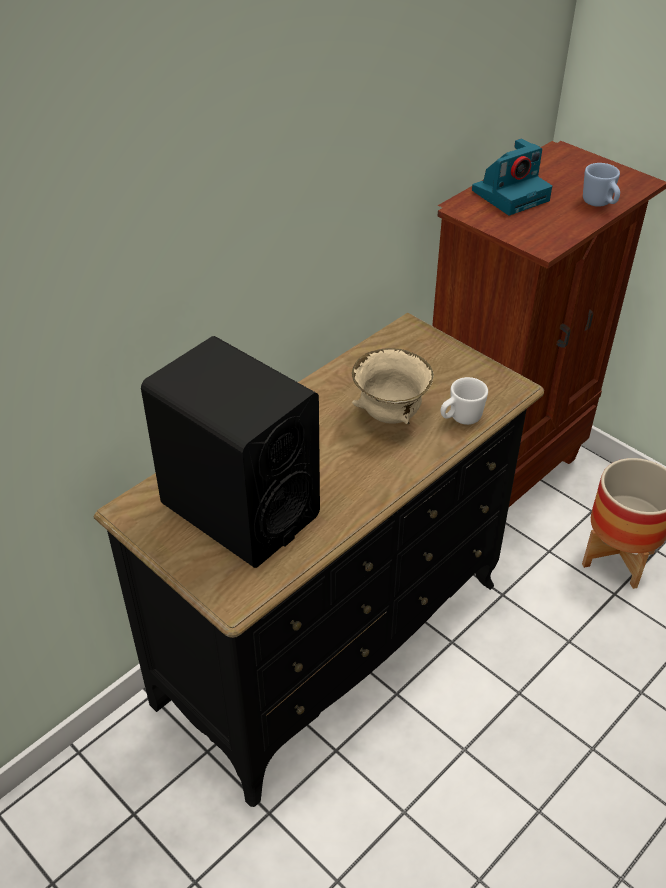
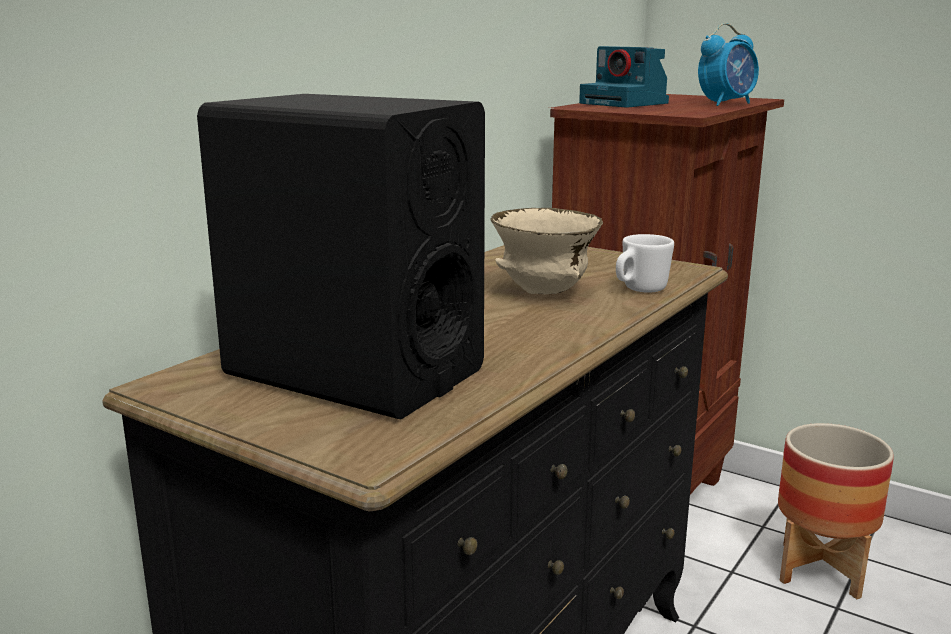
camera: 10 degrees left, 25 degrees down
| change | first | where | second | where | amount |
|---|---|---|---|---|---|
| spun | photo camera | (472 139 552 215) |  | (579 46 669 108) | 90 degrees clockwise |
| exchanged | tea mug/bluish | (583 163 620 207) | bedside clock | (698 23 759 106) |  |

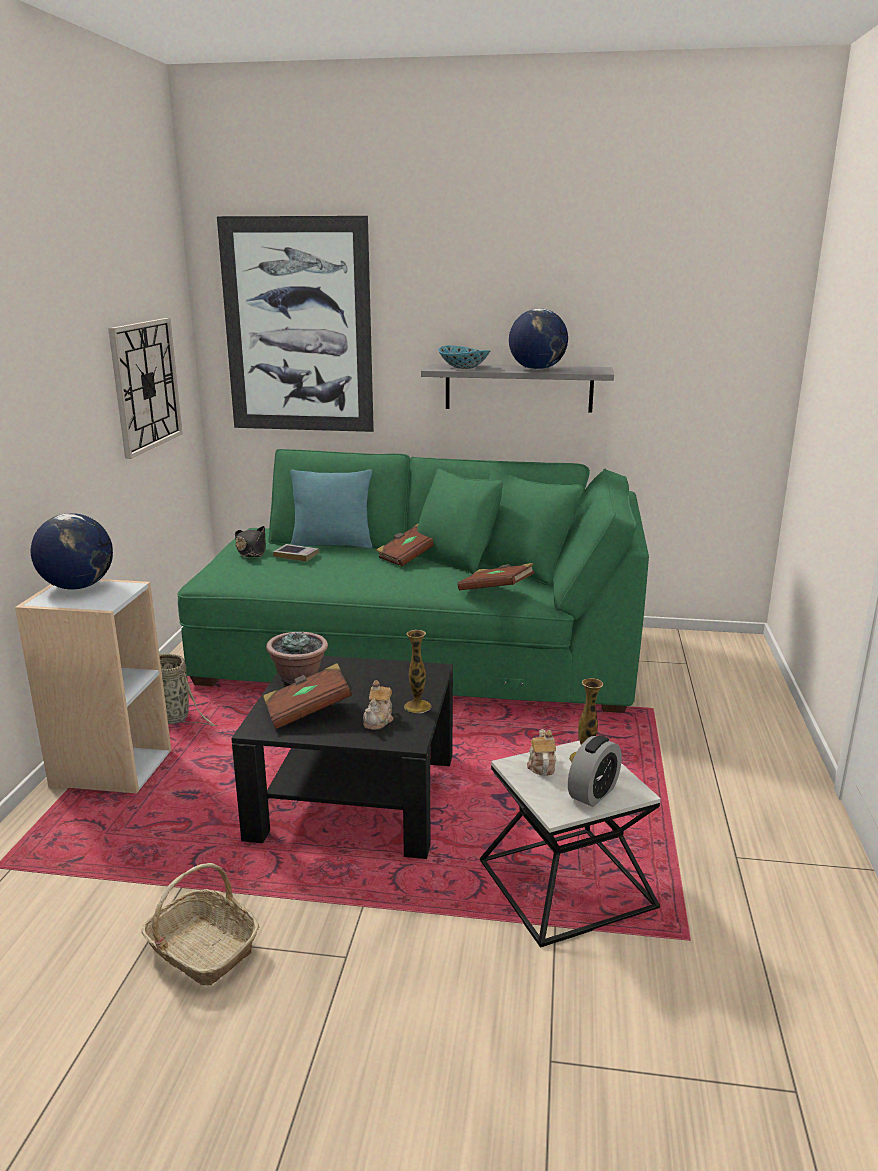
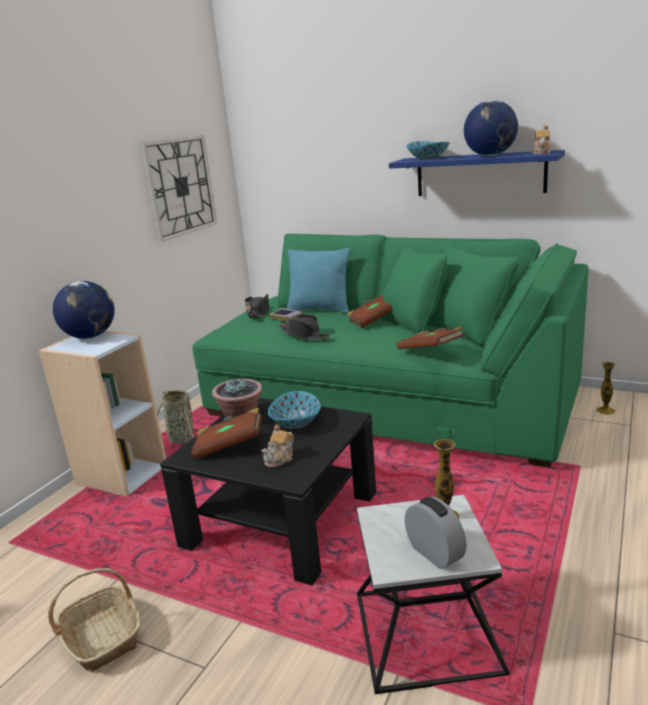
camera: 20 degrees right, 0 degrees up
| change | first | where | second | where | amount |
|---|---|---|---|---|---|
| appeared |  |  | deep dish | (268 391 321 429) |  |
| appeared |  |  | wearable hat/blackish | (279 315 330 340) |  |
| colour | bracket shelf/gray | (421 364 614 413) | bracket shelf/bluish | (389 150 565 196) |  |
| spun | bedside clock | (568 735 622 807) |  | (405 497 467 569) | 90 degrees counterclockwise |
| relocated | tea pot | (527 729 556 776) |  | (532 125 551 154) |  |
| relocated | vase | (404 630 432 713) |  | (596 362 616 415) |  |
| missing | wall picture | (217 216 374 432) |  |  |  |

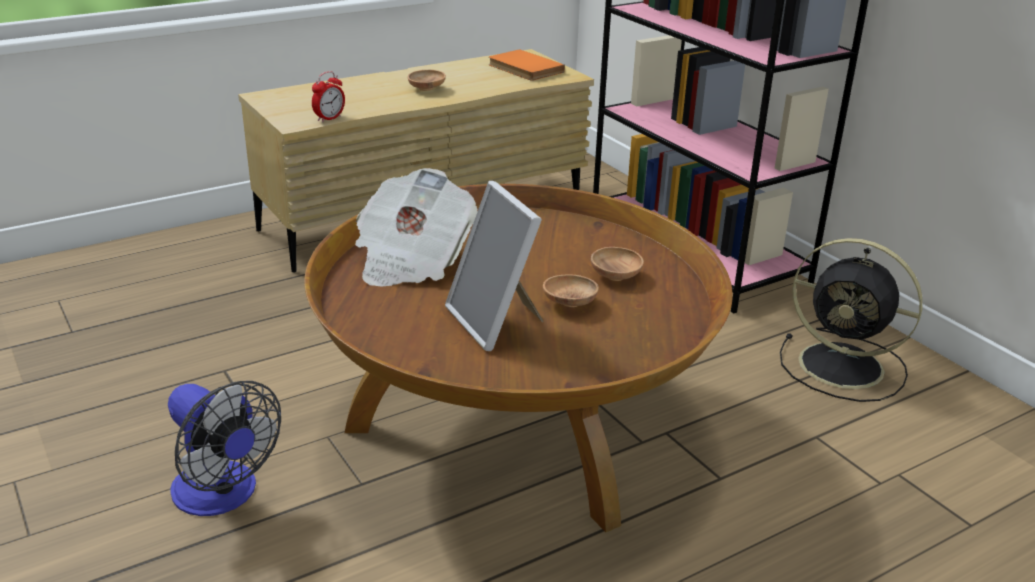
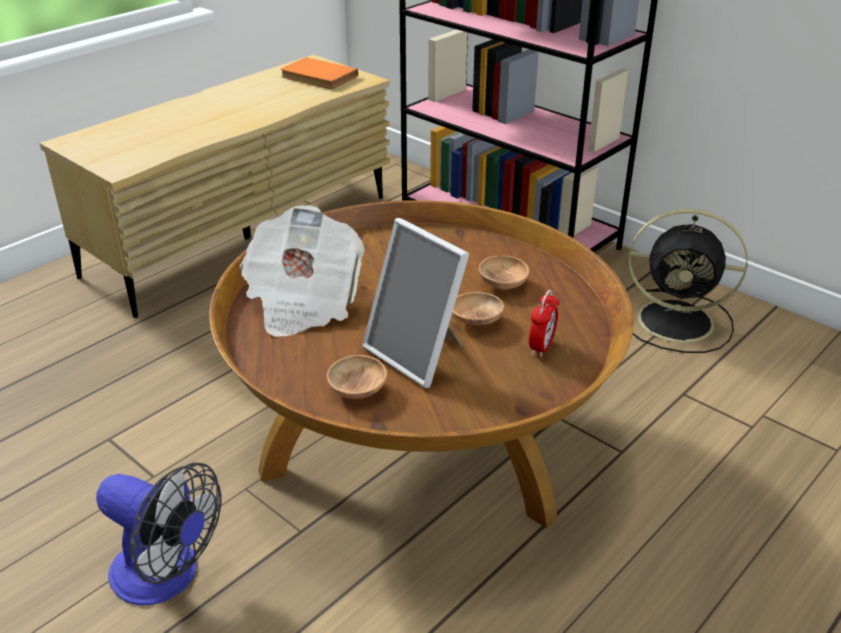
camera: 15 degrees left, 5 degrees up
| change | first | where | second | where | amount |
|---|---|---|---|---|---|
| relocated | deep dish/brownish | (408 70 446 91) |  | (327 355 387 399) |  |
| relocated | bedside clock | (312 71 345 123) |  | (529 290 560 358) |  |

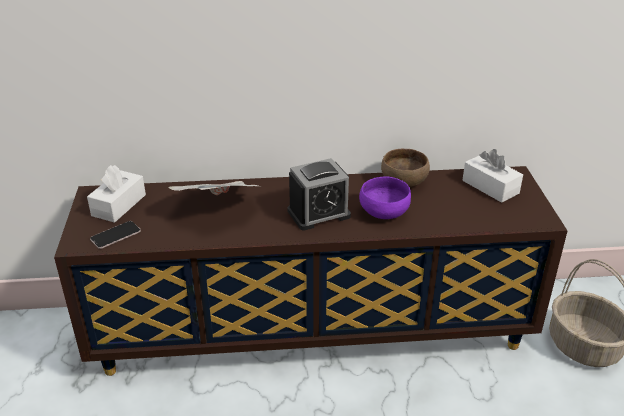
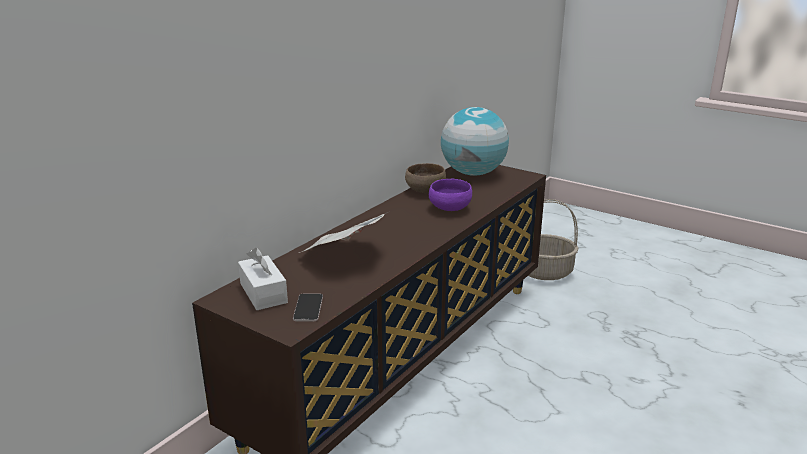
camera: 50 degrees left, 10 degrees down
| change | first | where | second | where | amount |
|---|---|---|---|---|---|
| exchanged | tissue box/white-coloured | (462 149 523 203) | desk globe | (441 107 509 176) |  |
| missing | bedside clock | (287 158 351 230) |  |  |  |

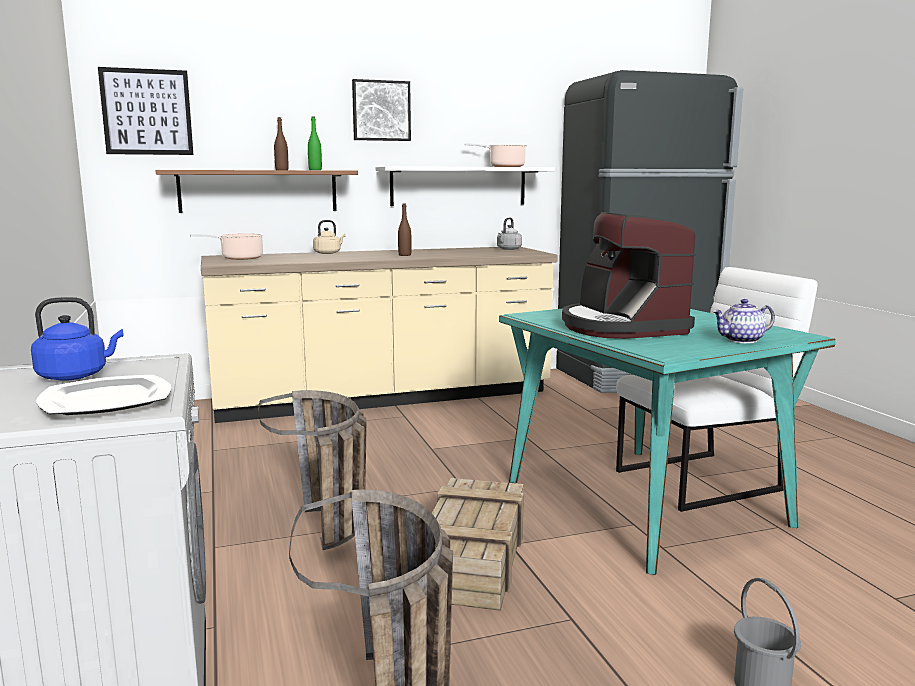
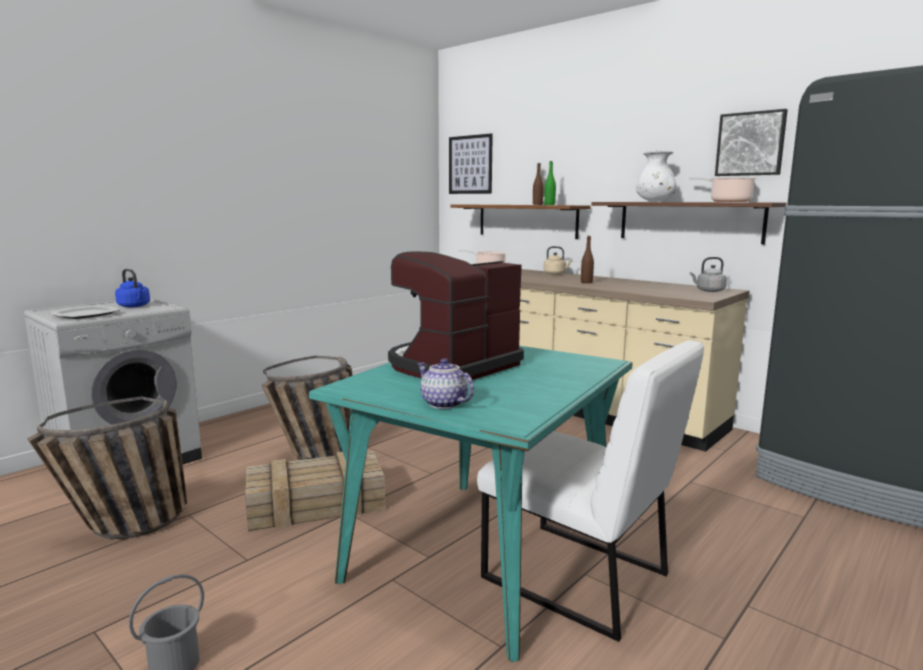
camera: 60 degrees right, 0 degrees up
| change | first | where | second | where | amount |
|---|---|---|---|---|---|
| colour | bracket shelf/white-coloured | (376 166 555 206) | bracket shelf/brownish | (591 202 787 244) |  |
| appeared |  |  | vase/white-coloured | (636 151 677 202) |  |
| relocated | wall picture | (352 79 411 141) |  | (715 109 788 176) |  |

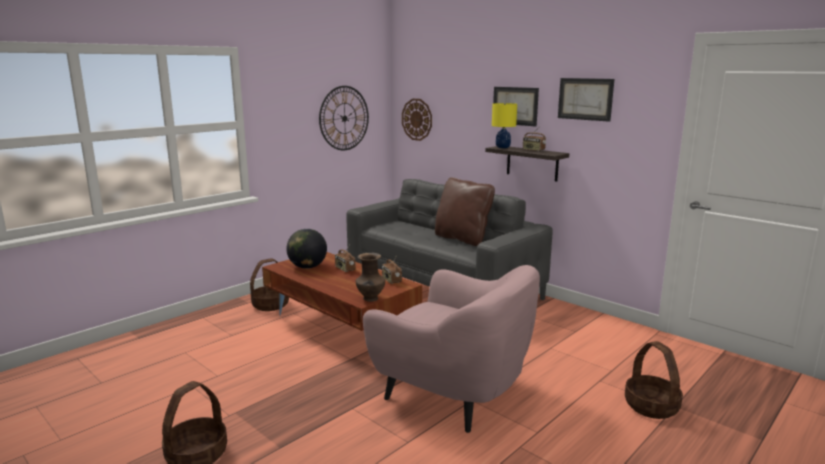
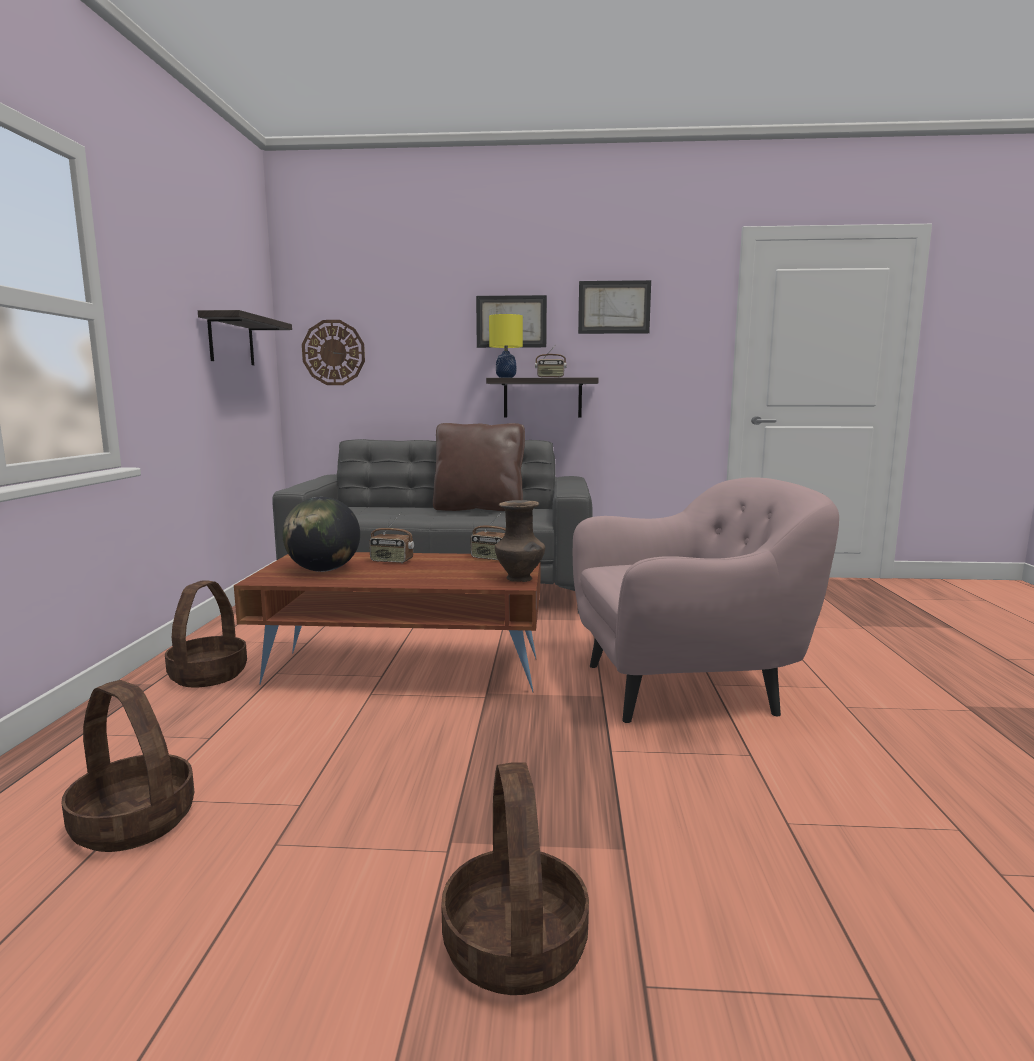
camera: 40 degrees left, 5 degrees down
| change | first | where | second | where | amount |
|---|---|---|---|---|---|
| relocated | basket | (625 341 683 419) |  | (61 680 194 852) |  |
| exchanged | wall clock | (319 86 369 150) | bracket shelf | (198 310 292 365) |  |

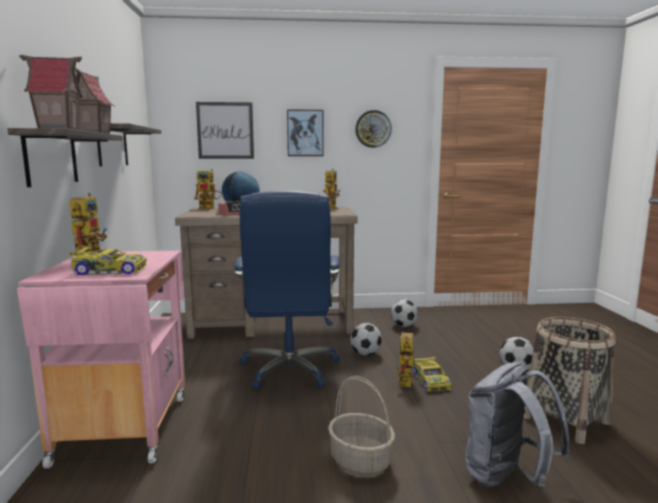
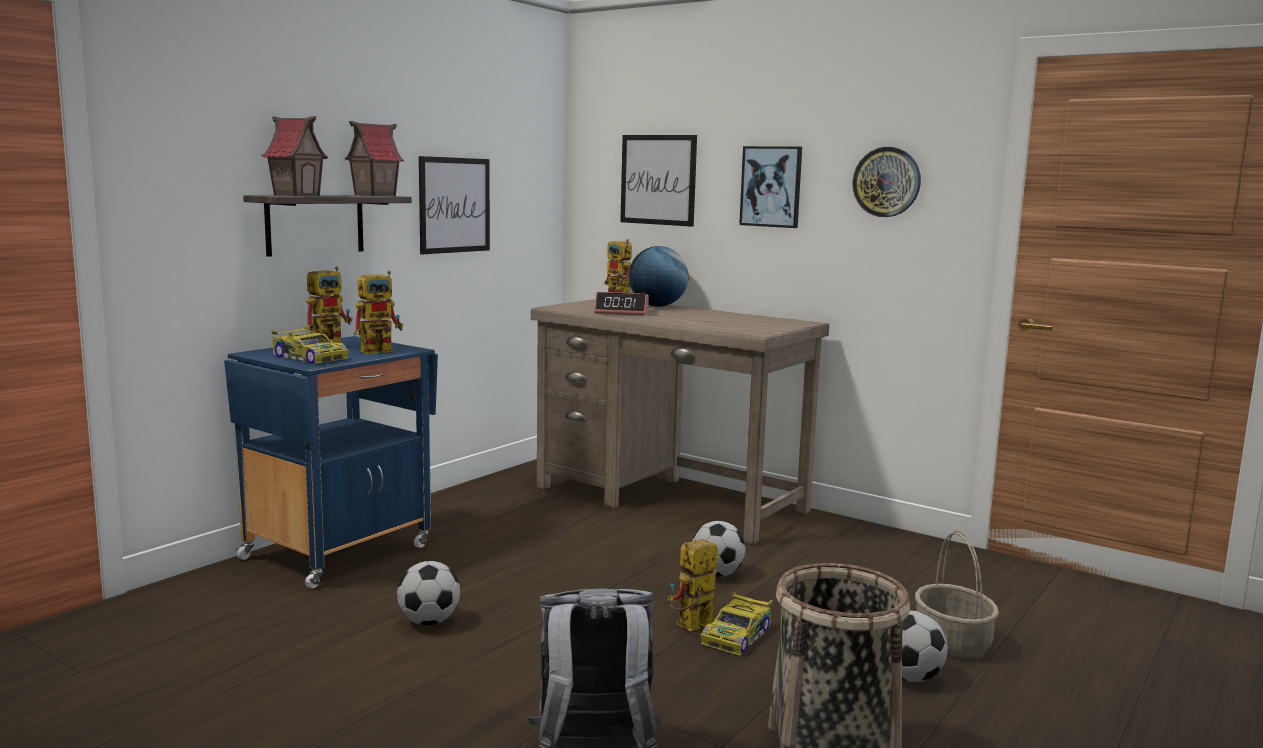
camera: 40 degrees right, 0 degrees up
| change | first | where | second | where | amount |
|---|---|---|---|---|---|
| colour | trolley/pink | (17 251 185 469) | trolley/bluish | (224 336 438 589) |  |
| relocated | toy robot | (323 169 341 209) |  | (354 271 403 354) |  |
| relocated | football | (391 299 418 327) |  | (397 561 460 625) |  |
| exchanged | bracket shelf | (97 123 161 166) | wall picture | (419 156 490 254) |  |
| relocated | basket | (328 376 395 475) |  | (915 530 999 657) |  |
| missing | office chair/bluish | (235 190 340 390) |  |  |  |

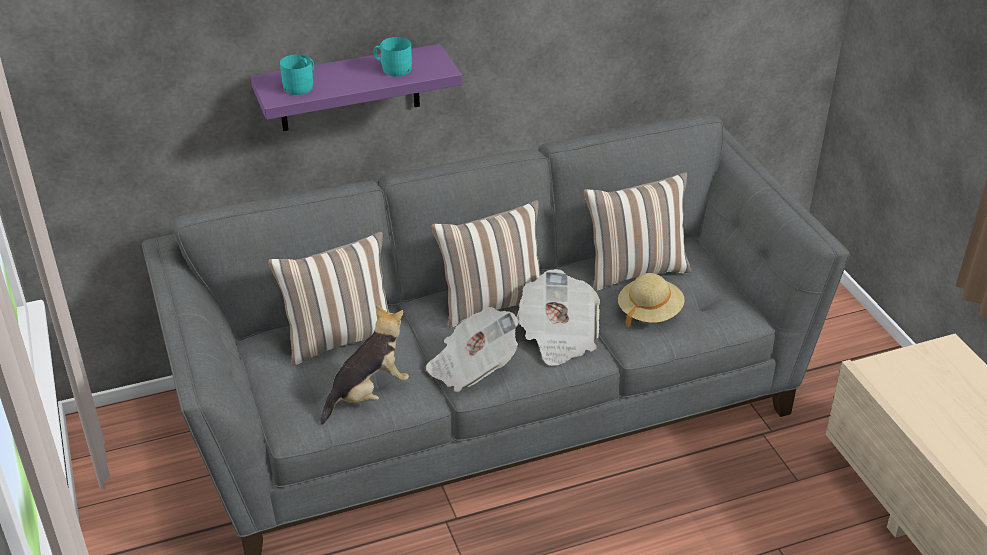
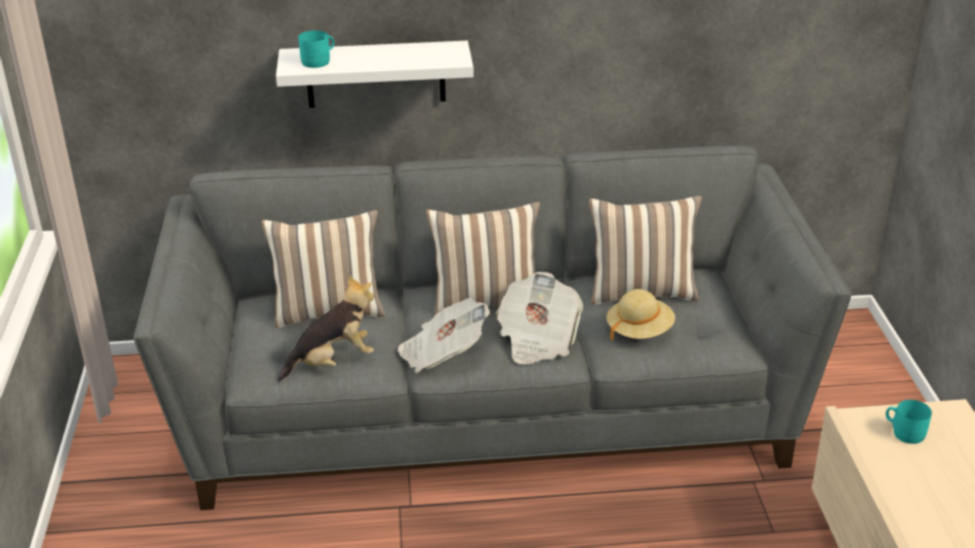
camera: 15 degrees right, 5 degrees down
| change | first | where | second | where | amount |
|---|---|---|---|---|---|
| colour | bracket shelf/purple-coloured | (250 44 462 131) | bracket shelf/white-coloured | (276 41 474 108) |  |
| relocated | tea mug/blue-green | (374 37 412 76) |  | (886 400 932 444) |  |

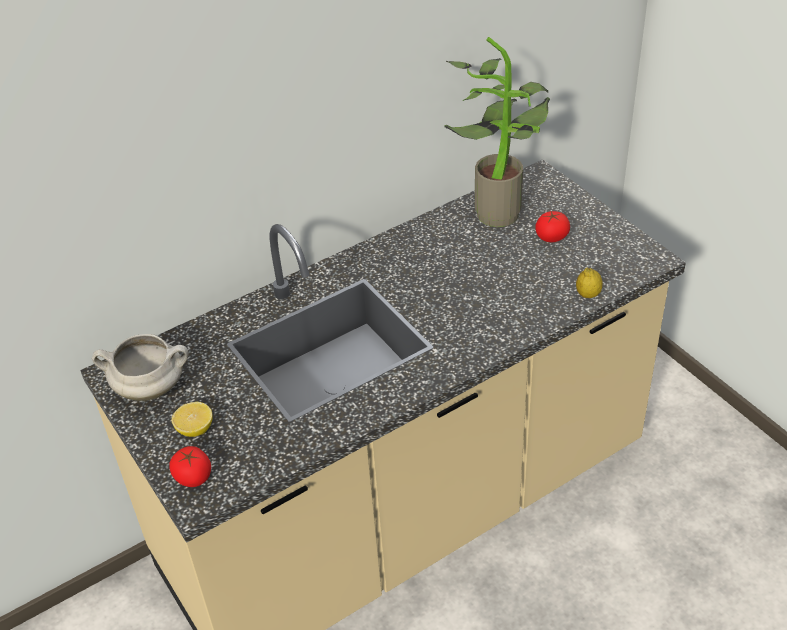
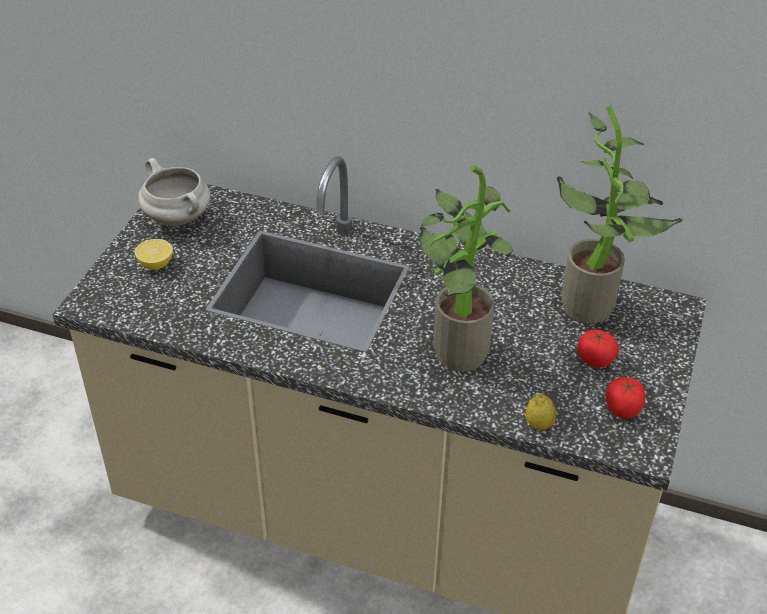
camera: 50 degrees right, 0 degrees up
| change | first | where | second | where | amount |
|---|---|---|---|---|---|
| appeared |  |  | houseplant | (419 165 513 371) |  |
| relocated | tomato | (169 446 211 487) |  | (606 377 645 418) |  |

